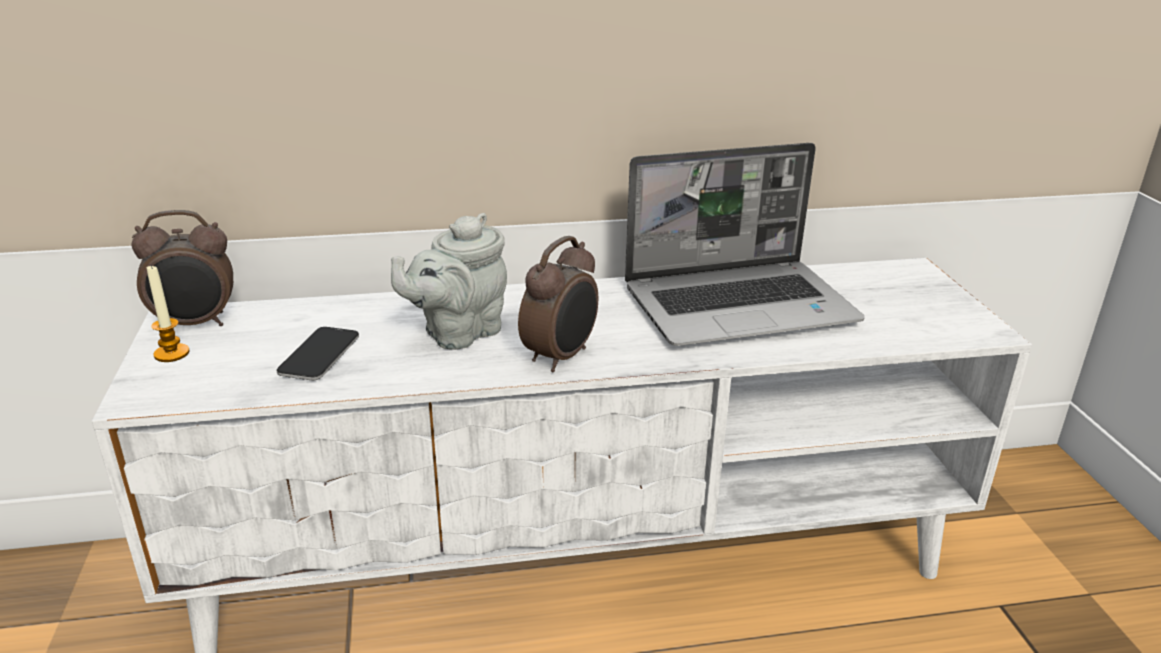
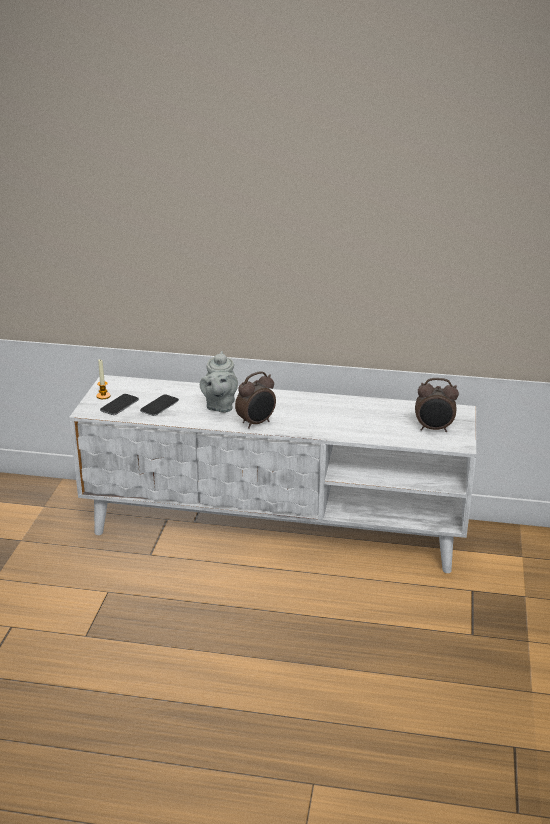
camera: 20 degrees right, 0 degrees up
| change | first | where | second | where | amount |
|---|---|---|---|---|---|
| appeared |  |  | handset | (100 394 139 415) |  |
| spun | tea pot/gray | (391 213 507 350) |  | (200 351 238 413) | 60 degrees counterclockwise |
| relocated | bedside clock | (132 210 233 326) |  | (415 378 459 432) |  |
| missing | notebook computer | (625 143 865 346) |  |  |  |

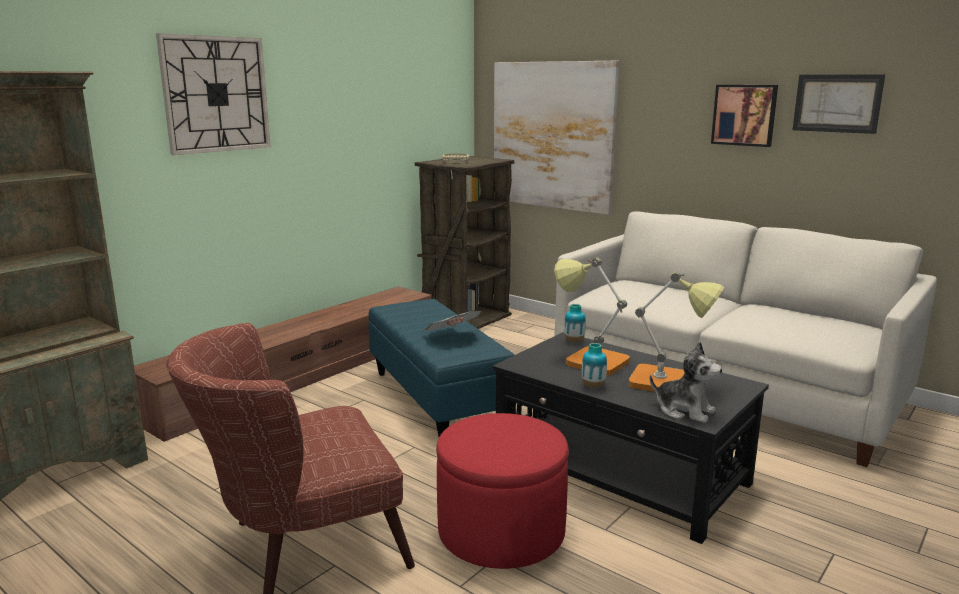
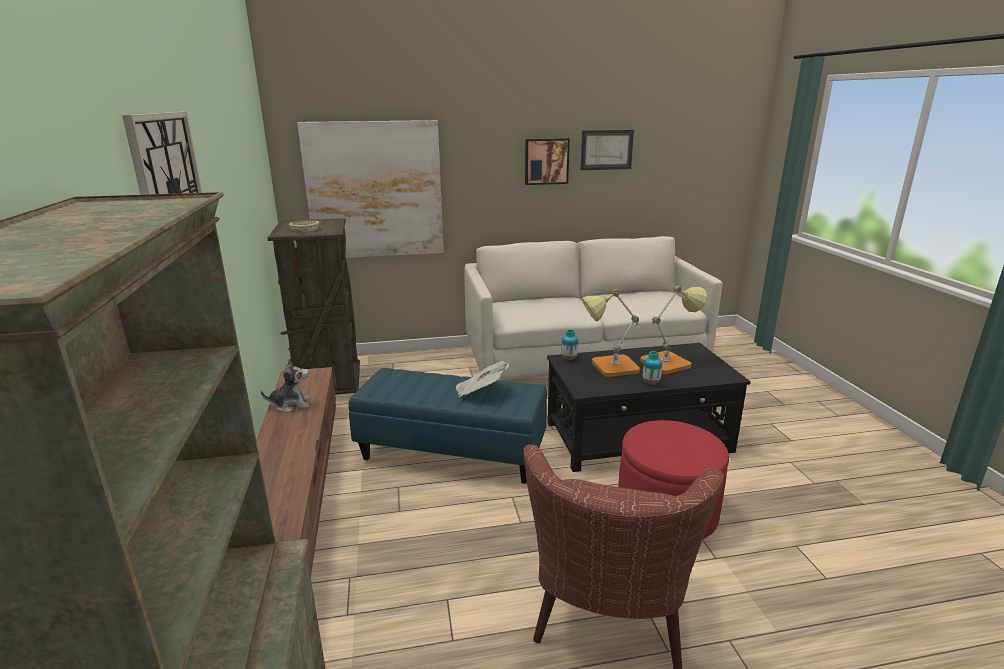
camera: 50 degrees left, 5 degrees up
| change | first | where | second | where | amount |
|---|---|---|---|---|---|
| relocated | cuddly toy | (650 342 722 423) |  | (261 358 310 412) |  |

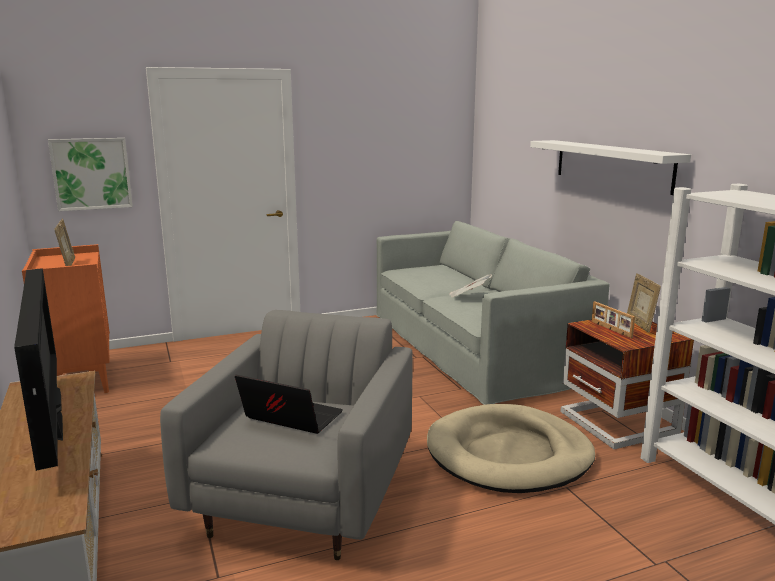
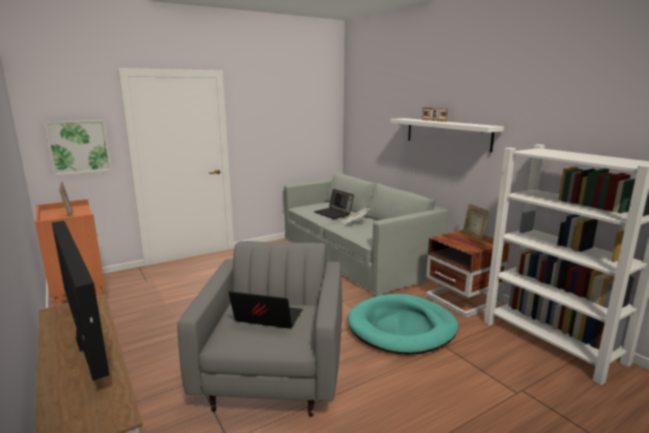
camera: 10 degrees left, 0 degrees up
| change | first | where | second | where | amount |
|---|---|---|---|---|---|
| appeared |  |  | notebook computer | (314 189 354 219) |  |
| colour | dog bed/beige-coloured | (427 404 595 493) | dog bed/blue-green | (348 294 459 355) |  |
| relocated | picture frame | (592 301 635 338) |  | (422 107 448 122) |  |

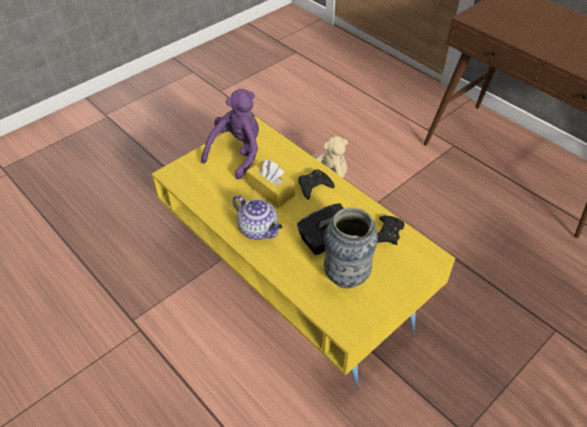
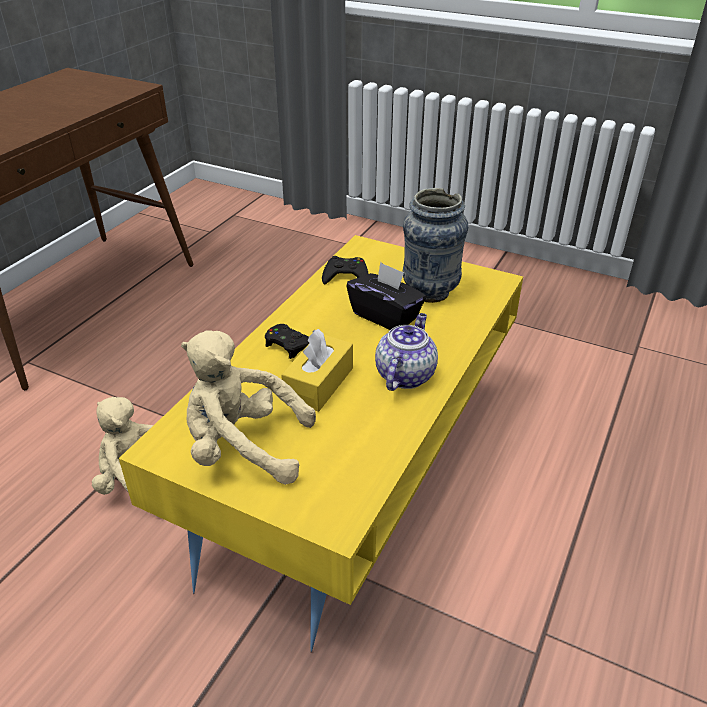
camera: 110 degrees left, 10 degrees down
| change | first | where | second | where | amount |
|---|---|---|---|---|---|
| colour | cuddly toy/purple-coloured | (201 89 259 180) | cuddly toy/beige-coloured | (181 330 316 485) |  |

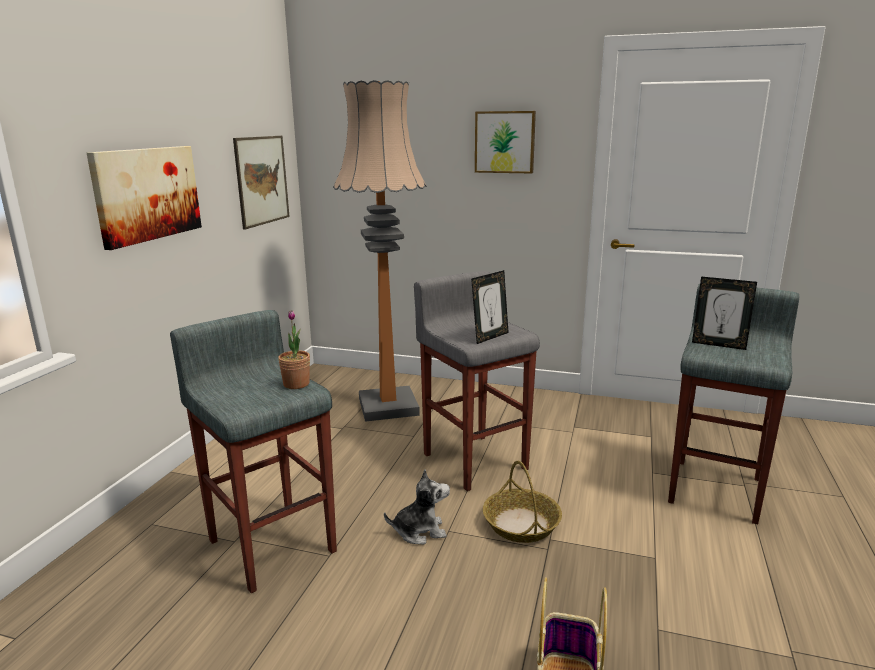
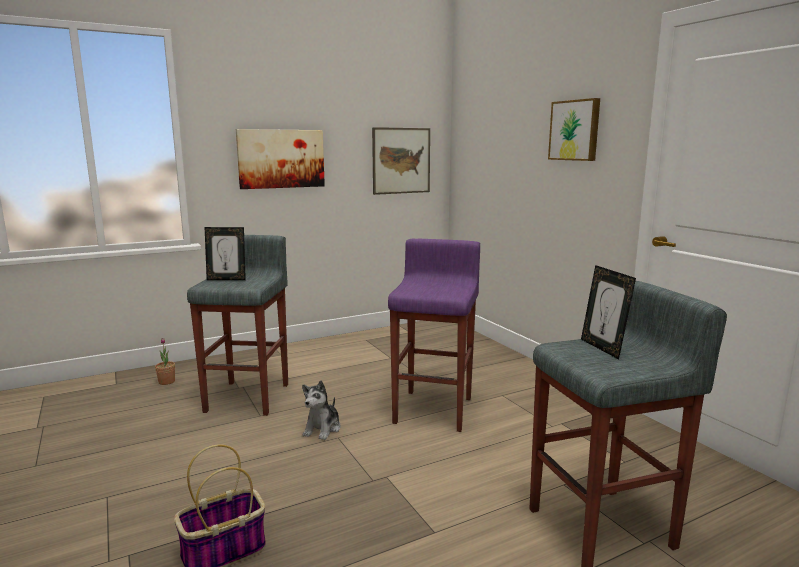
camera: 45 degrees right, 5 degrees down
| change | first | where | second | where | amount |
|---|---|---|---|---|---|
| relocated | houseplant | (278 310 310 389) |  | (155 338 175 385) |  |
| relocated | picture frame | (471 270 509 344) |  | (205 227 246 280) |  |
| spun | cuddly toy | (384 469 450 544) |  | (302 380 341 440) | 75 degrees clockwise |
| colour | sitting stool/gray | (414 271 540 491) | sitting stool/purple-coloured | (388 239 480 432) |  |
| missing | floor lamp | (333 80 427 422) |  |  |  |
| missing | basket | (483 461 562 543) |  |  |  |

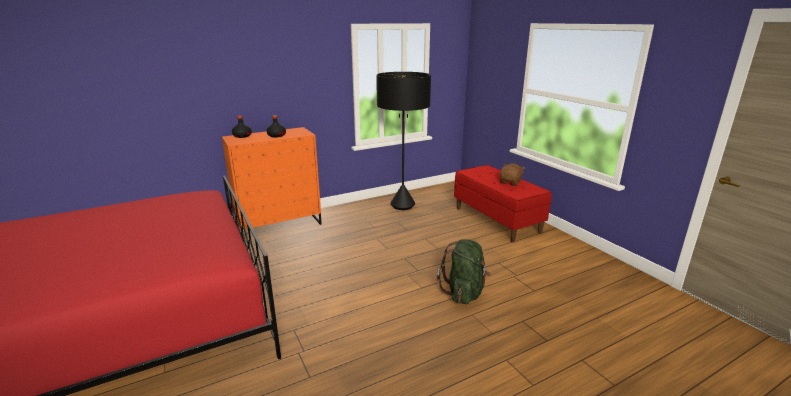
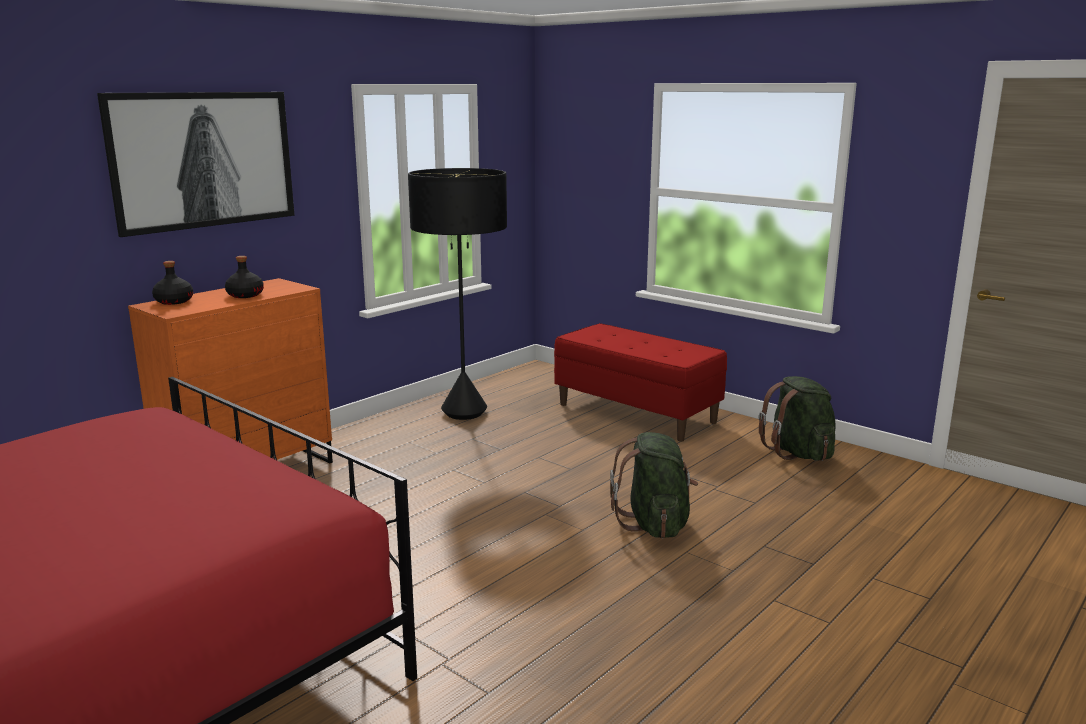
camera: 20 degrees left, 5 degrees down
| change | first | where | second | where | amount |
|---|---|---|---|---|---|
| appeared |  |  | wall picture | (97 92 295 237) |  |
| appeared |  |  | knapsack/green-coloured | (759 376 835 461) |  |
| missing | cuddly toy/brownish | (500 163 525 186) |  |  |  |

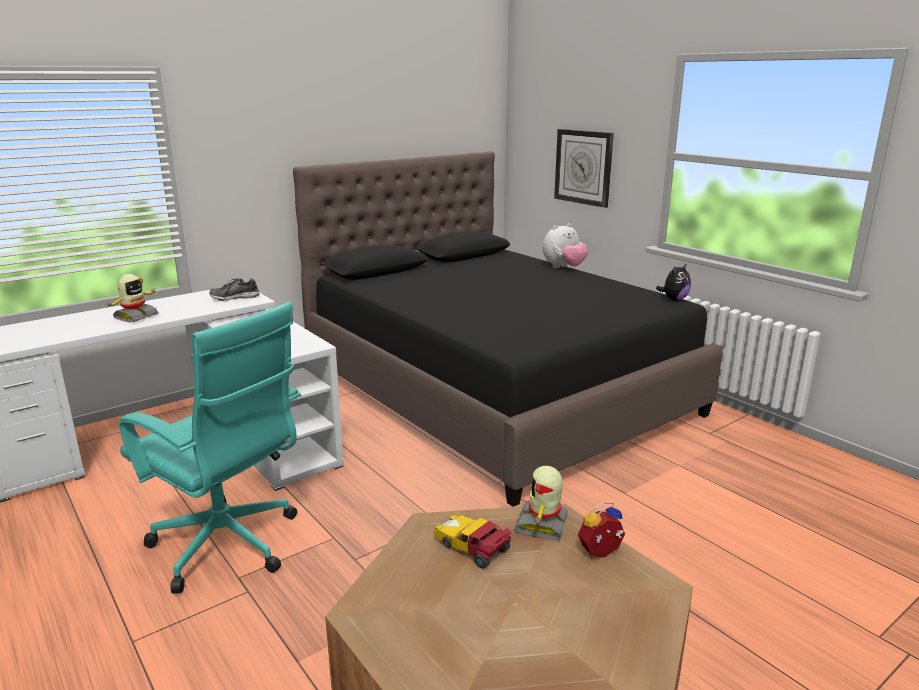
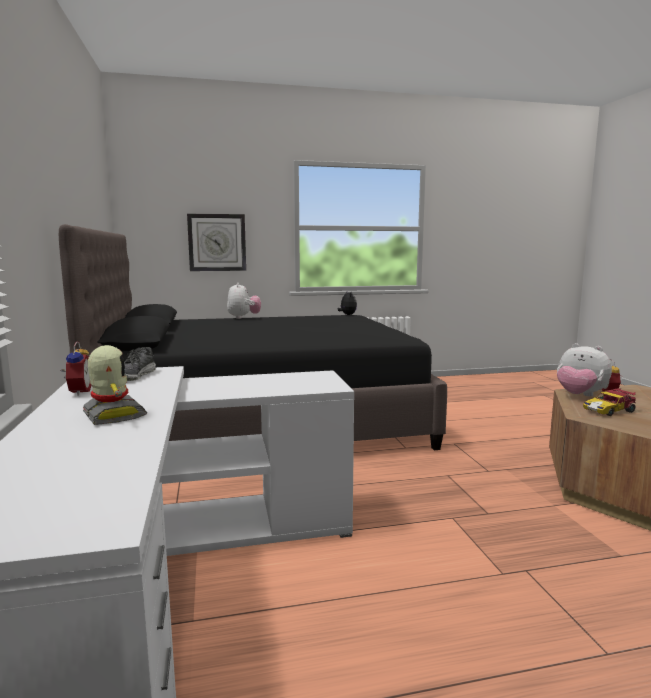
camera: 65 degrees left, 10 degrees down
| change | first | where | second | where | amount |
|---|---|---|---|---|---|
| appeared |  |  | bedside clock | (61 341 91 396) |  |
| exchanged | toy robot | (514 466 568 540) | cuddly toy | (557 343 612 396) |  |
| missing | office chair/blue-green | (119 302 301 594) |  |  |  |

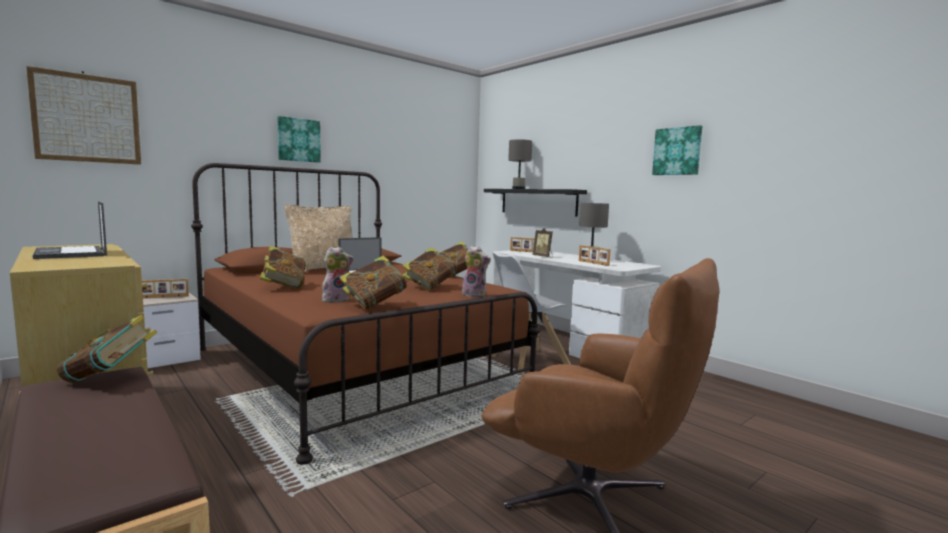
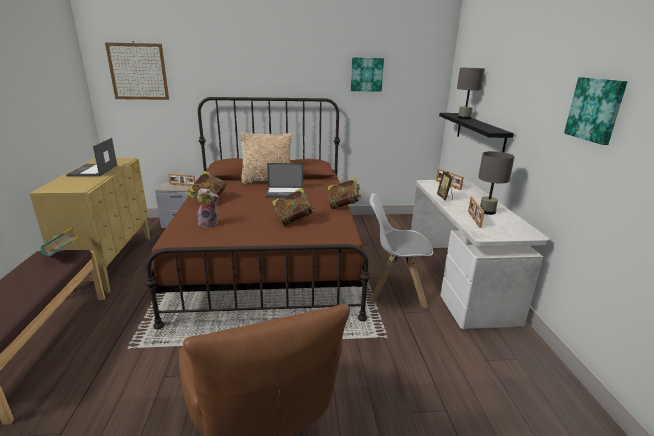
camera: 35 degrees right, 15 degrees up
| change | first | where | second | where | amount |
|---|---|---|---|---|---|
| relocated | wall picture | (278 116 321 163) |  | (351 58 384 92) |  |
| missing | volume | (339 256 409 310) |  |  |  |
| missing | cuddly toy | (462 246 491 297) |  |  |  |

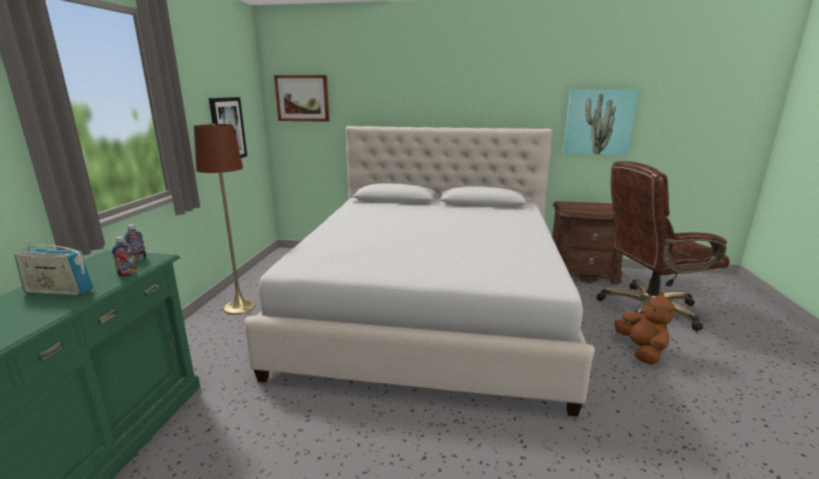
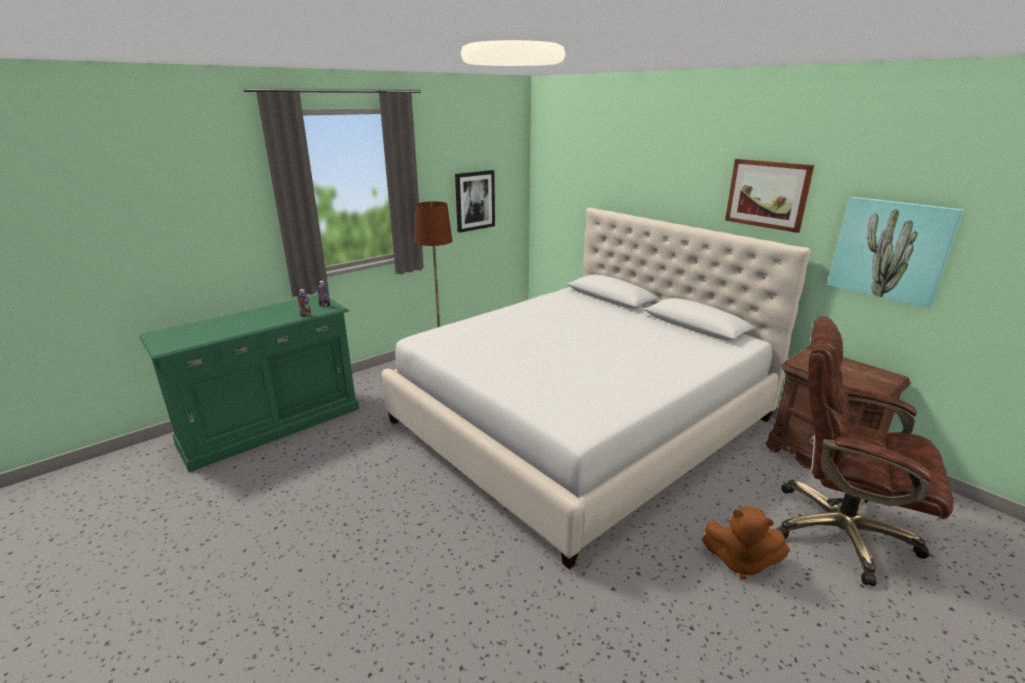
camera: 40 degrees right, 5 degrees up
| change | first | where | second | where | amount |
|---|---|---|---|---|---|
| spun | cuddly toy/brownish | (615 292 674 365) |  | (702 507 790 579) | 75 degrees clockwise |
| relocated | wall picture | (274 75 329 122) |  | (725 159 814 233) |  |
| missing | radio set | (15 241 93 296) |  |  |  |

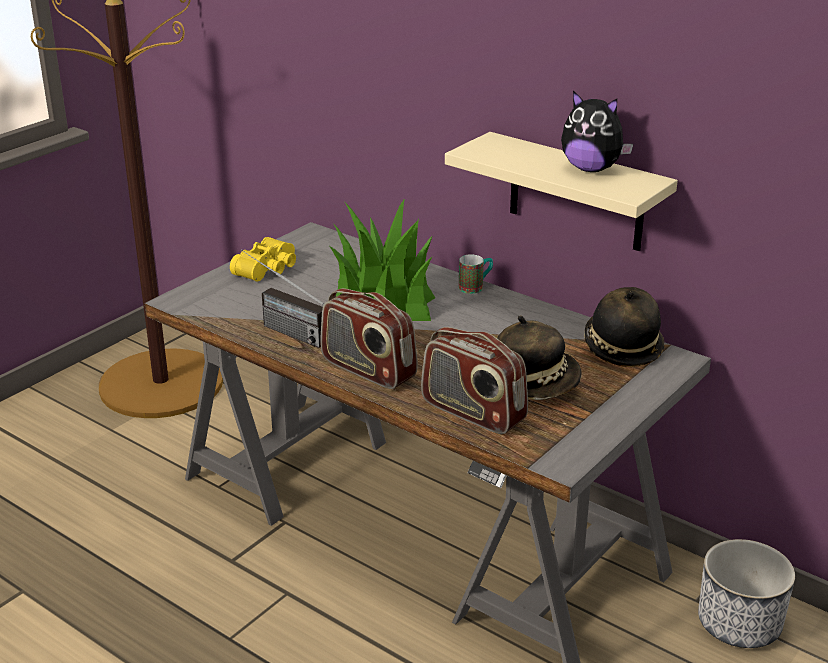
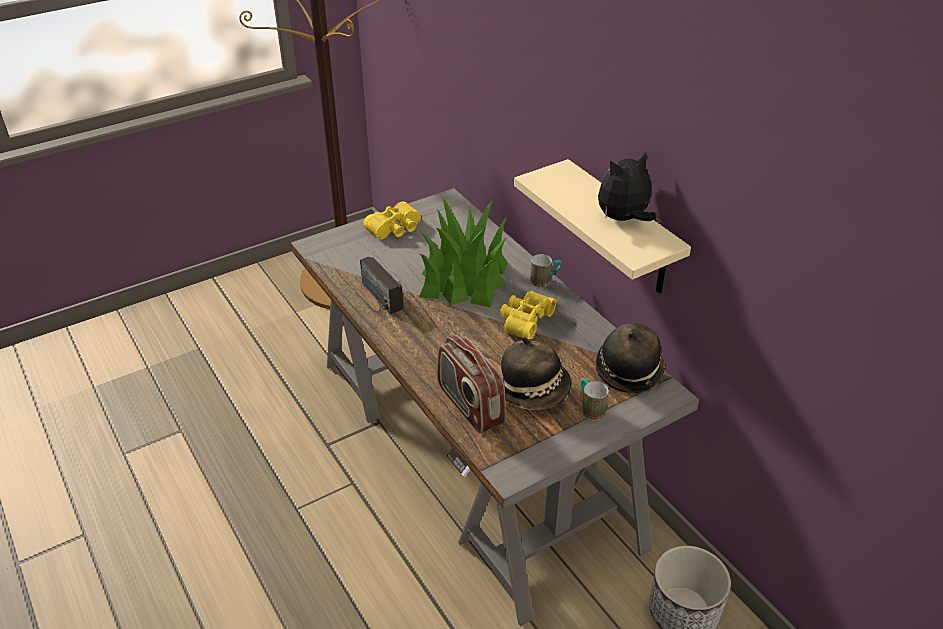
camera: 20 degrees right, 10 degrees up
| change | first | where | second | where | amount |
|---|---|---|---|---|---|
| appeared |  |  | binoculars/yellowish | (500 291 557 339) |  |
| appeared |  |  | tea mug | (581 378 609 421) |  |
| spun | cuddly toy | (561 91 633 172) |  | (598 152 656 221) | 105 degrees clockwise |
| missing | radio set | (320 288 418 389) |  |  |  |

